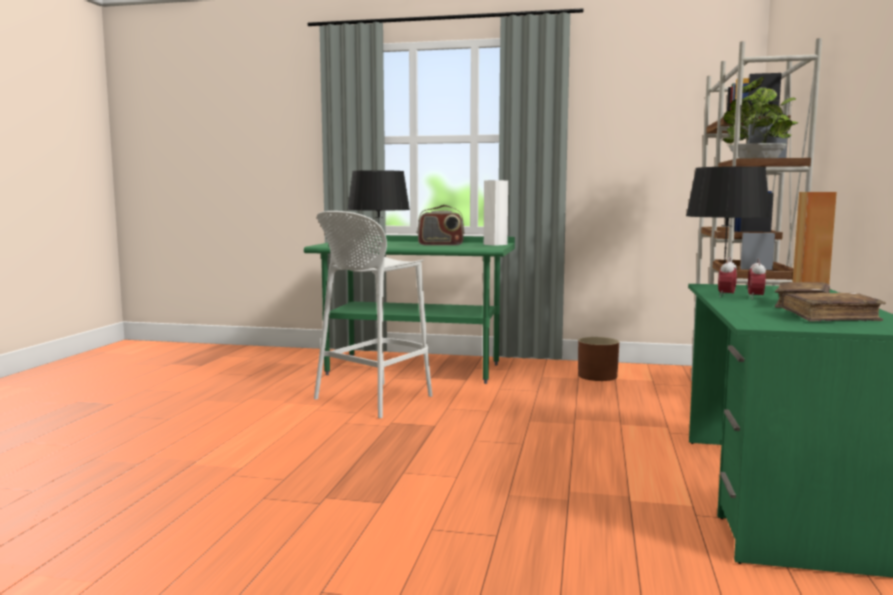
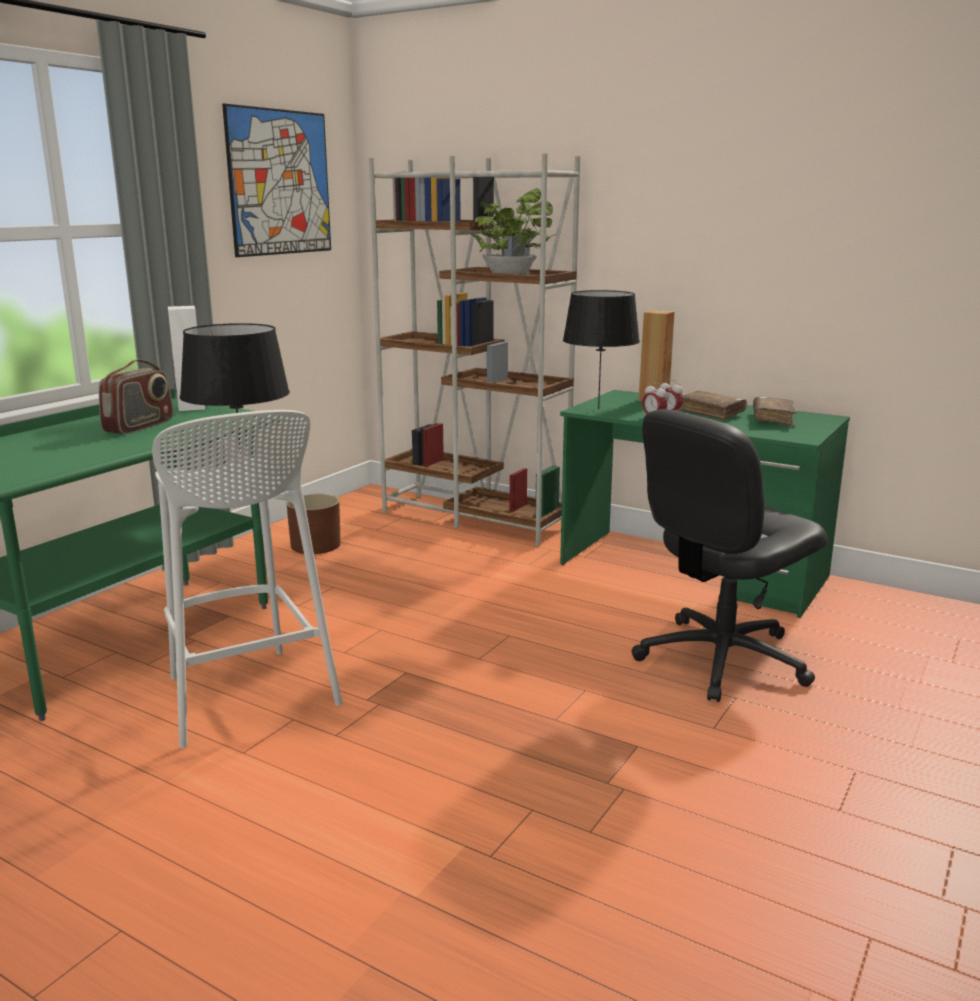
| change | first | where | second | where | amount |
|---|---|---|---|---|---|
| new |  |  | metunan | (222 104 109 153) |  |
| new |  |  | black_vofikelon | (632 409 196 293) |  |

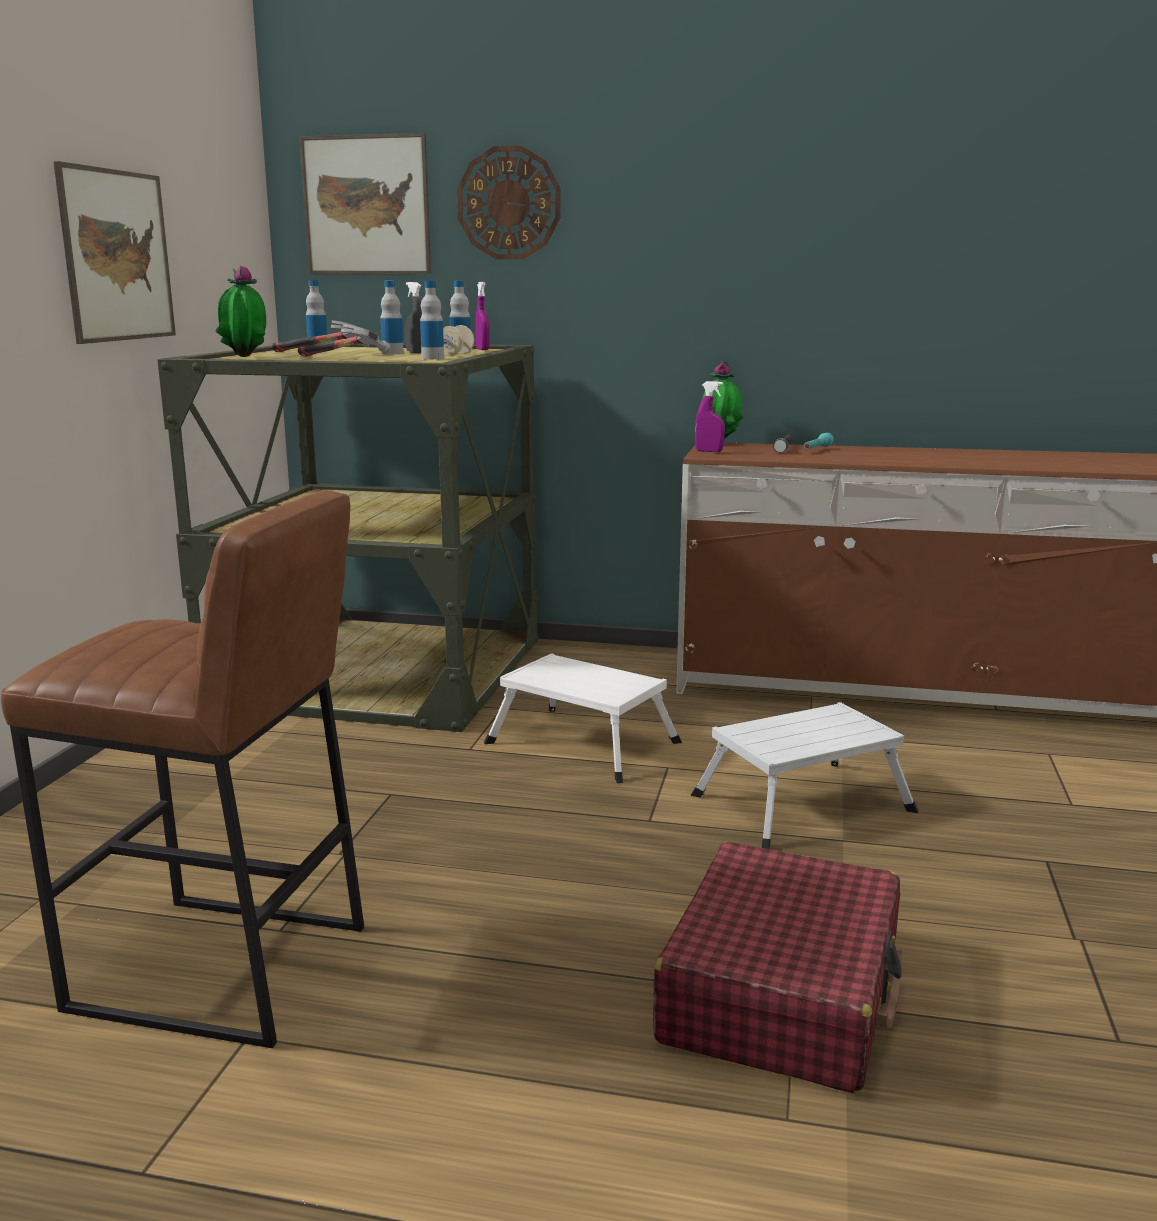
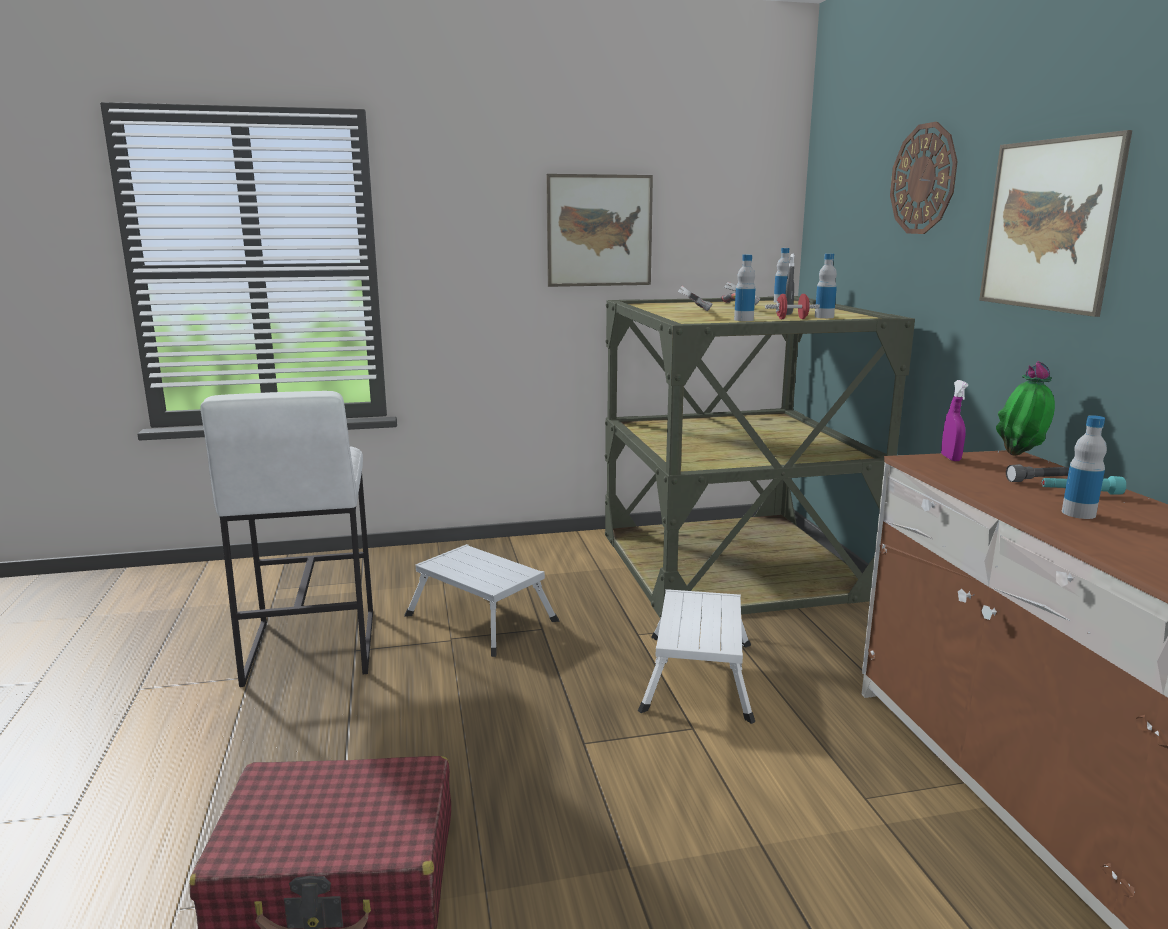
| change | first | where | second | where | amount |
|---|---|---|---|---|---|
| repainted | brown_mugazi | (1 490 363 558) | white_mugazi | (200 391 173 296) |  |
| shifted | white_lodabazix | (690 702 229 147) |  | (404 544 155 113) |  |
| repainted | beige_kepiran | (443 325 31 31) | red_kepiran | (765 294 55 25) |  |
| shifted | metunan | (299 133 132 141) |  | (979 130 153 187) |  |
| shifted | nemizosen | (380 281 24 73) |  | (1062 415 45 104) |  |
| gone | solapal | (215 265 51 92) |  |  |  |
| gone | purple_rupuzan | (475 282 15 68) |  |  |  |

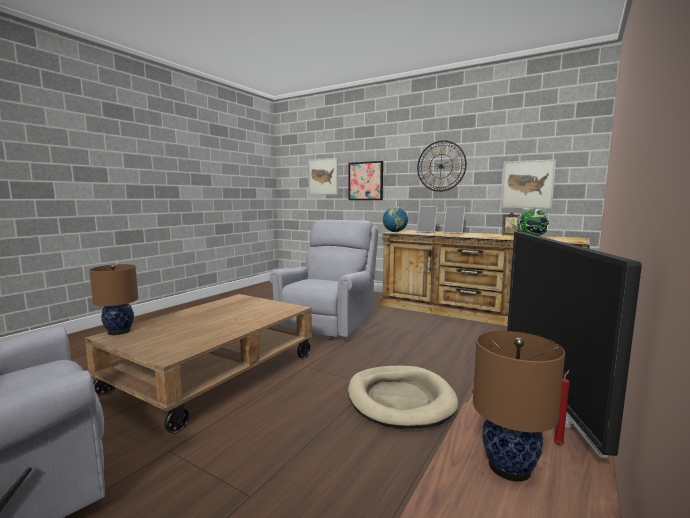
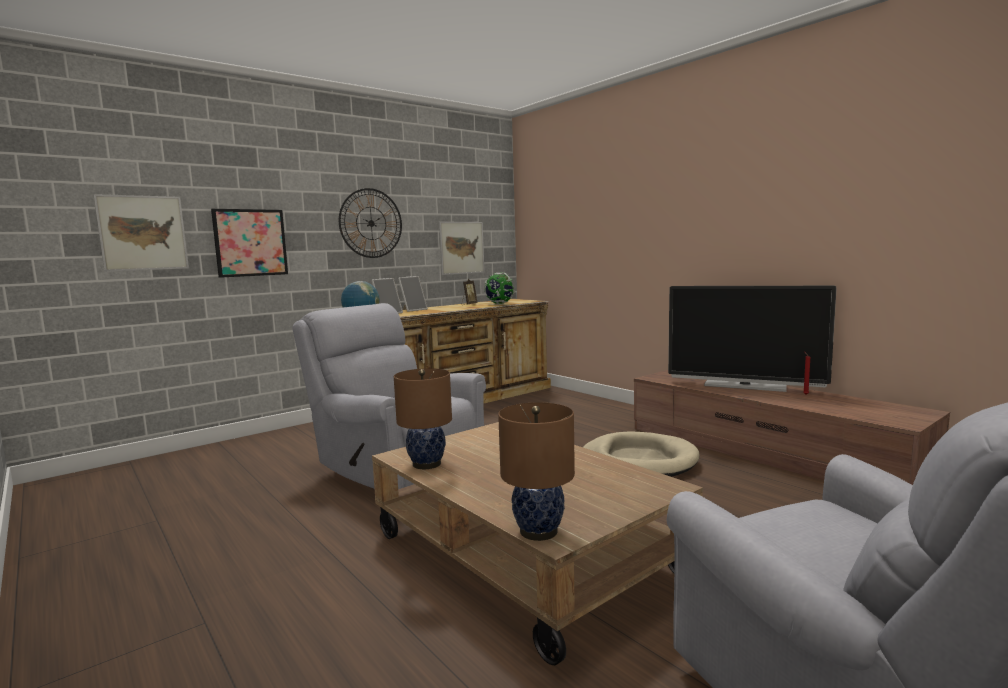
| change | first | where | second | where | amount |
|---|---|---|---|---|---|
| shifted | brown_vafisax | (473 331 92 151) |  | (394 368 58 101) |  |

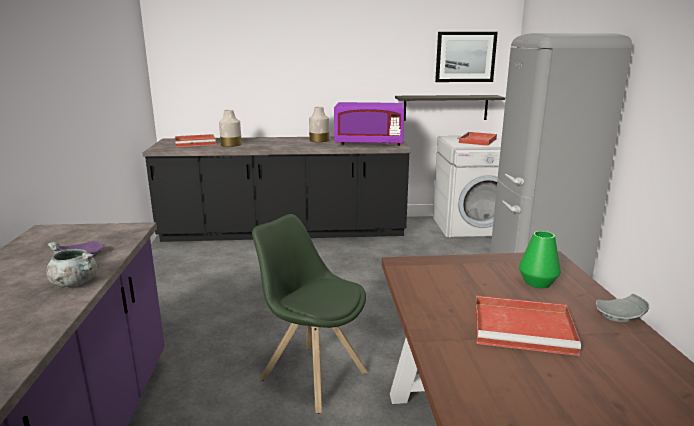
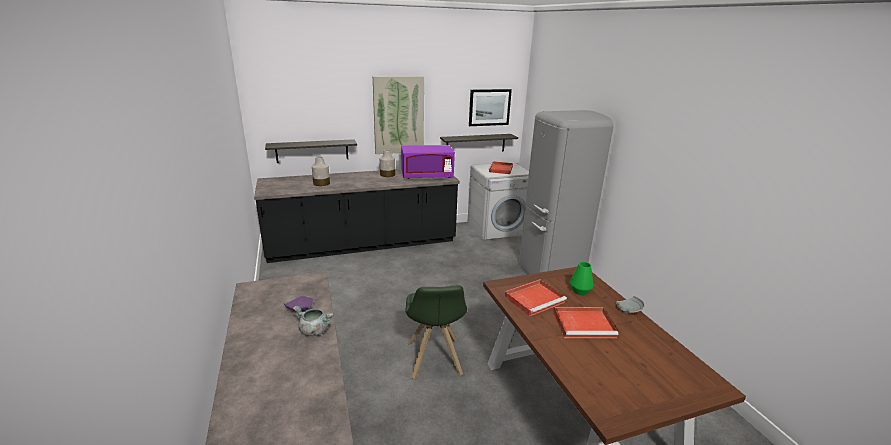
| change | first | where | second | where | amount |
|---|---|---|---|---|---|
| new |  |  | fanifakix | (265 139 92 24) |  |
| new |  |  | metunan | (373 76 51 78) |  |
| rotated | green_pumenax | (252 214 116 200) |  | (405 285 62 94) | 120 degrees counterclockwise |
| shifted | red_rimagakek | (175 134 41 13) |  | (504 279 63 37) |  |

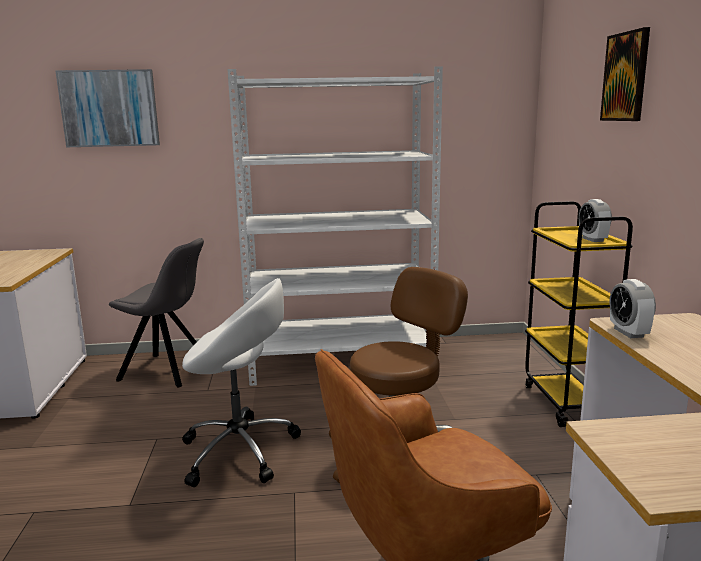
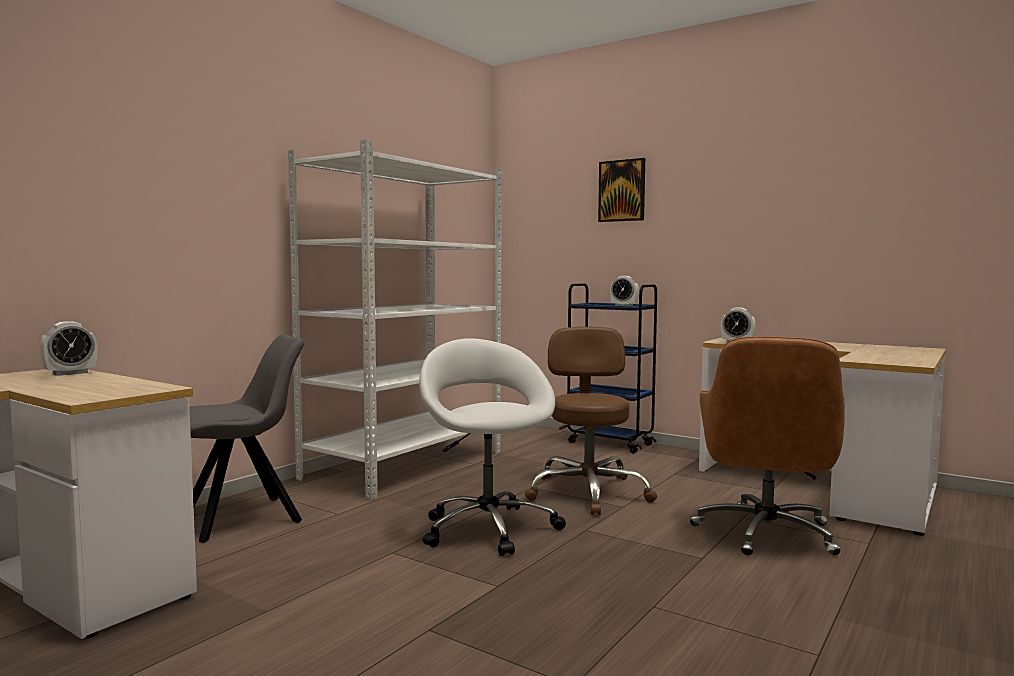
| change | first | where | second | where | amount |
|---|---|---|---|---|---|
| new |  |  | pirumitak | (40 321 57 55) |  |
| rotated | white_vofikelon | (182 278 119 209) |  | (419 338 147 218) | 75 degrees counterclockwise |
| repainted | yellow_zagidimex | (525 201 108 226) | blue_zagidimex | (567 284 90 170) |  |
| gone | metunan | (56 69 104 78) |  |  |  |

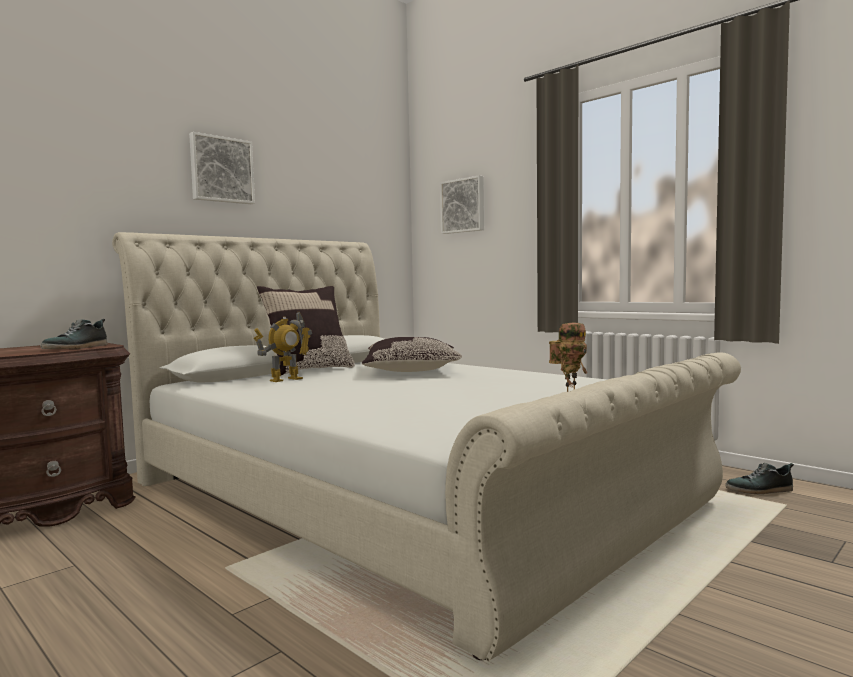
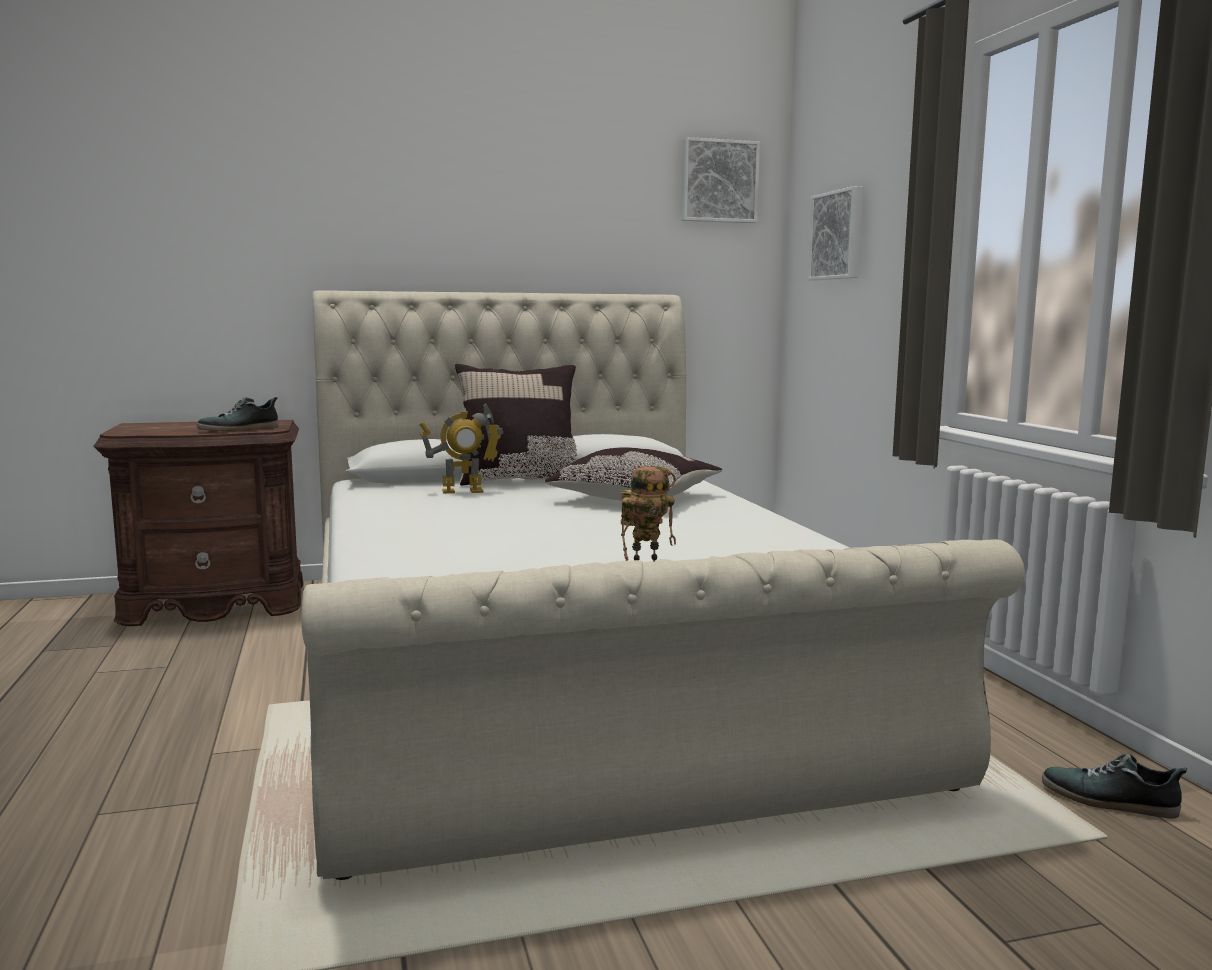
| change | first | where | second | where | amount |
|---|---|---|---|---|---|
| shifted | metunan | (189 132 66 72) |  | (681 137 79 86) |  |

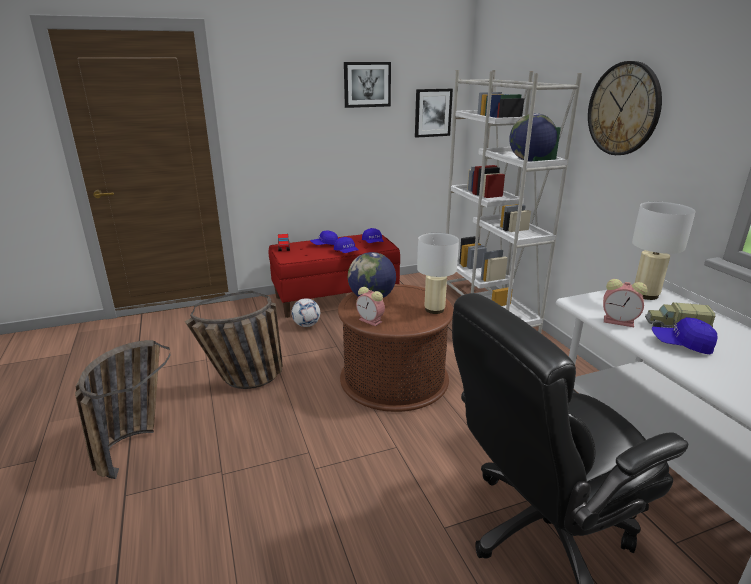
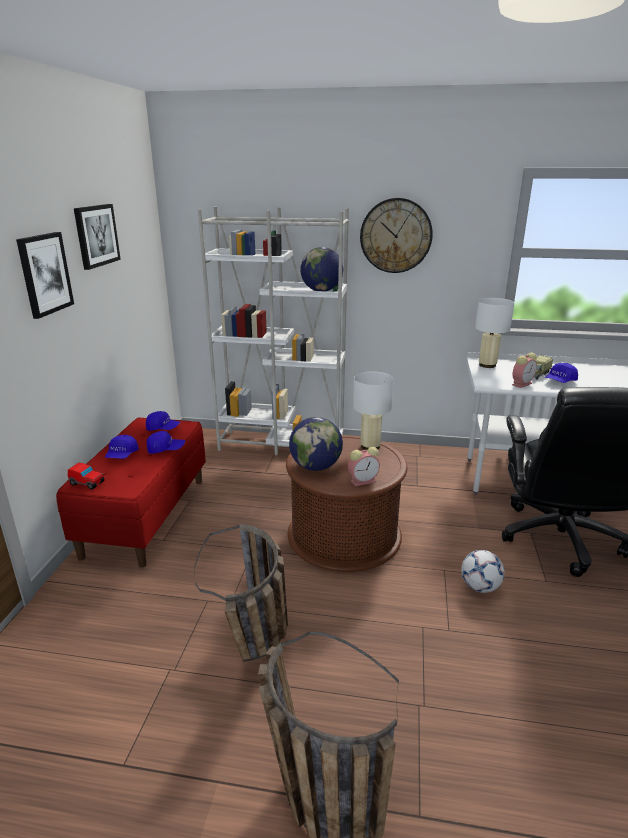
| change | first | where | second | where | amount |
|---|---|---|---|---|---|
| shifted | metunan | (415 89 38 49) |  | (16 232 58 87) |  |
| shifted | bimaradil | (291 298 29 29) |  | (461 550 43 43) |  |

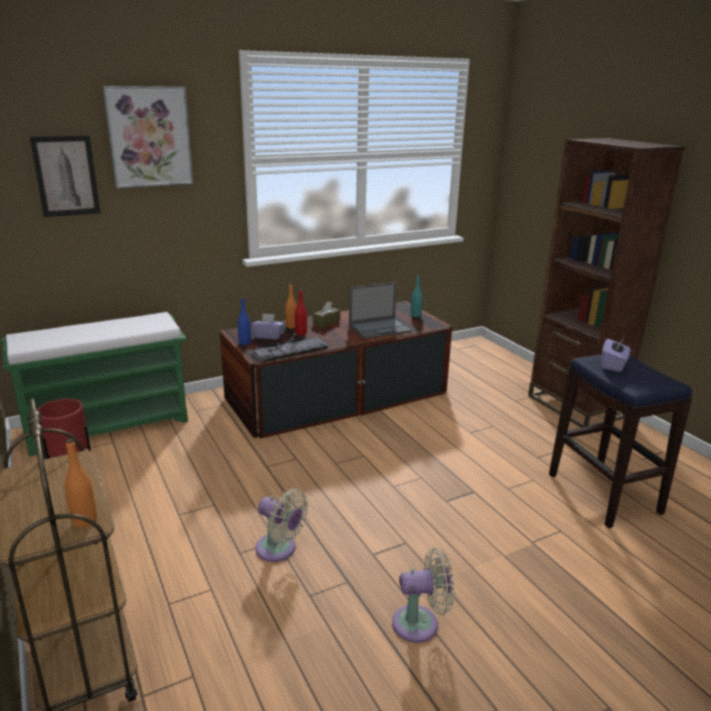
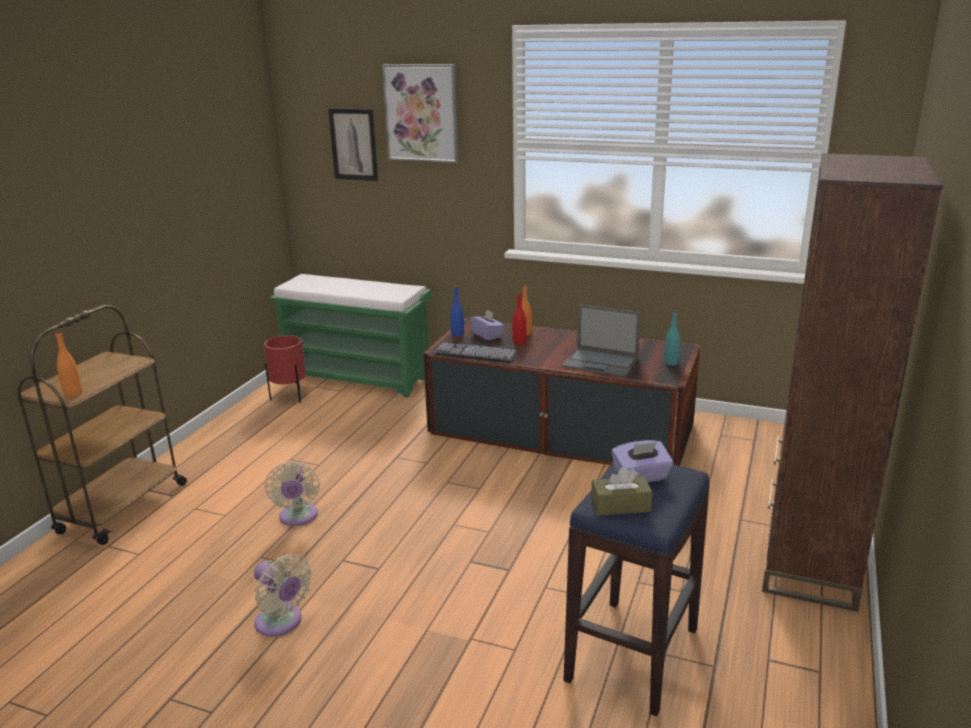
| change | first | where | second | where | amount |
|---|---|---|---|---|---|
| shifted | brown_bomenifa | (313 301 27 27) |  | (591 466 61 50) |  |

